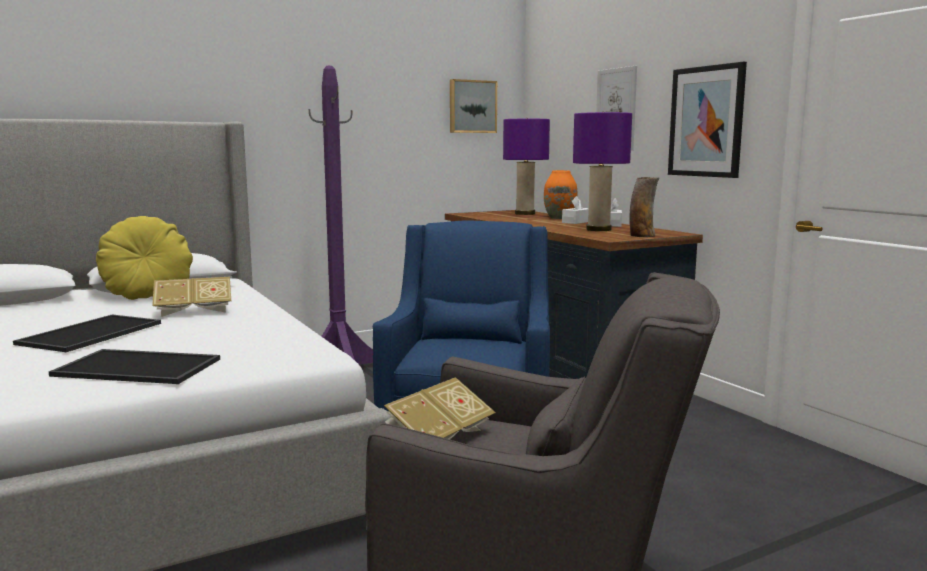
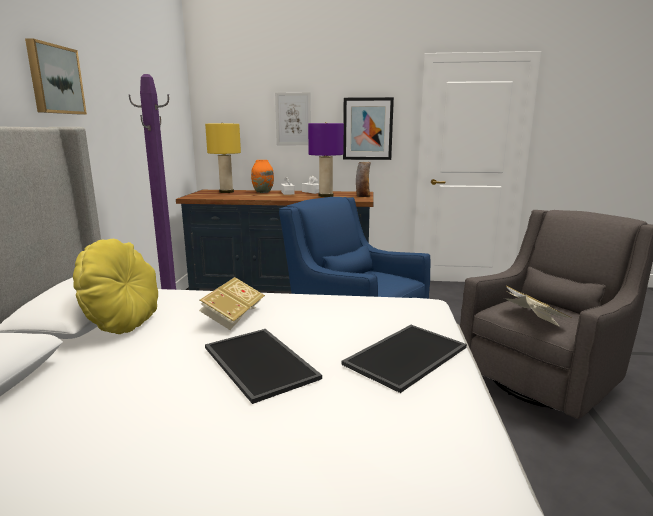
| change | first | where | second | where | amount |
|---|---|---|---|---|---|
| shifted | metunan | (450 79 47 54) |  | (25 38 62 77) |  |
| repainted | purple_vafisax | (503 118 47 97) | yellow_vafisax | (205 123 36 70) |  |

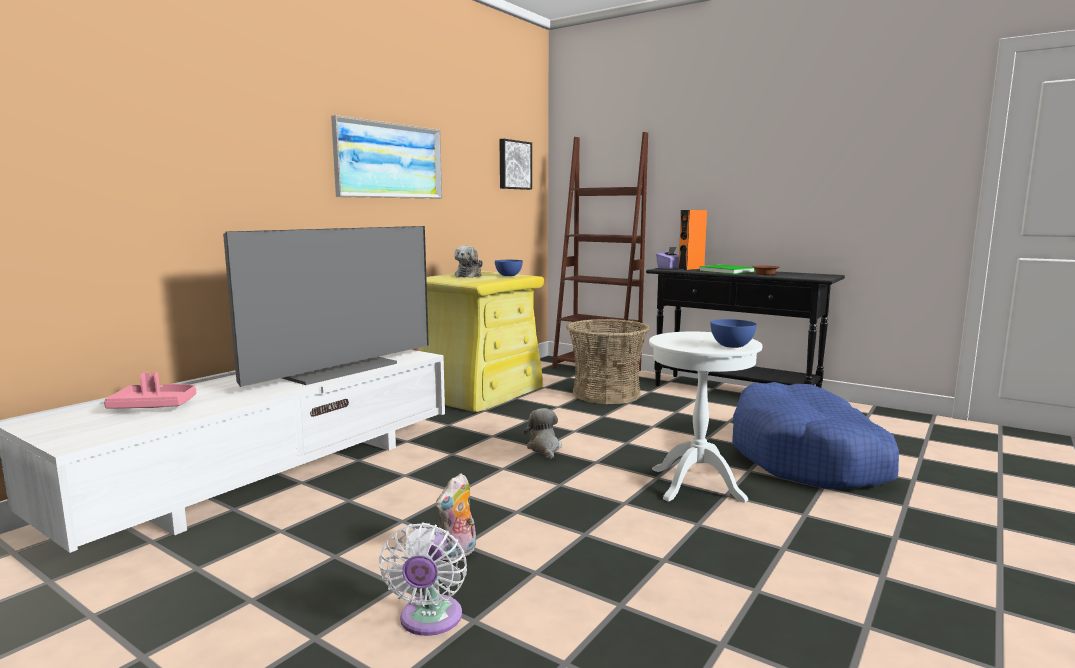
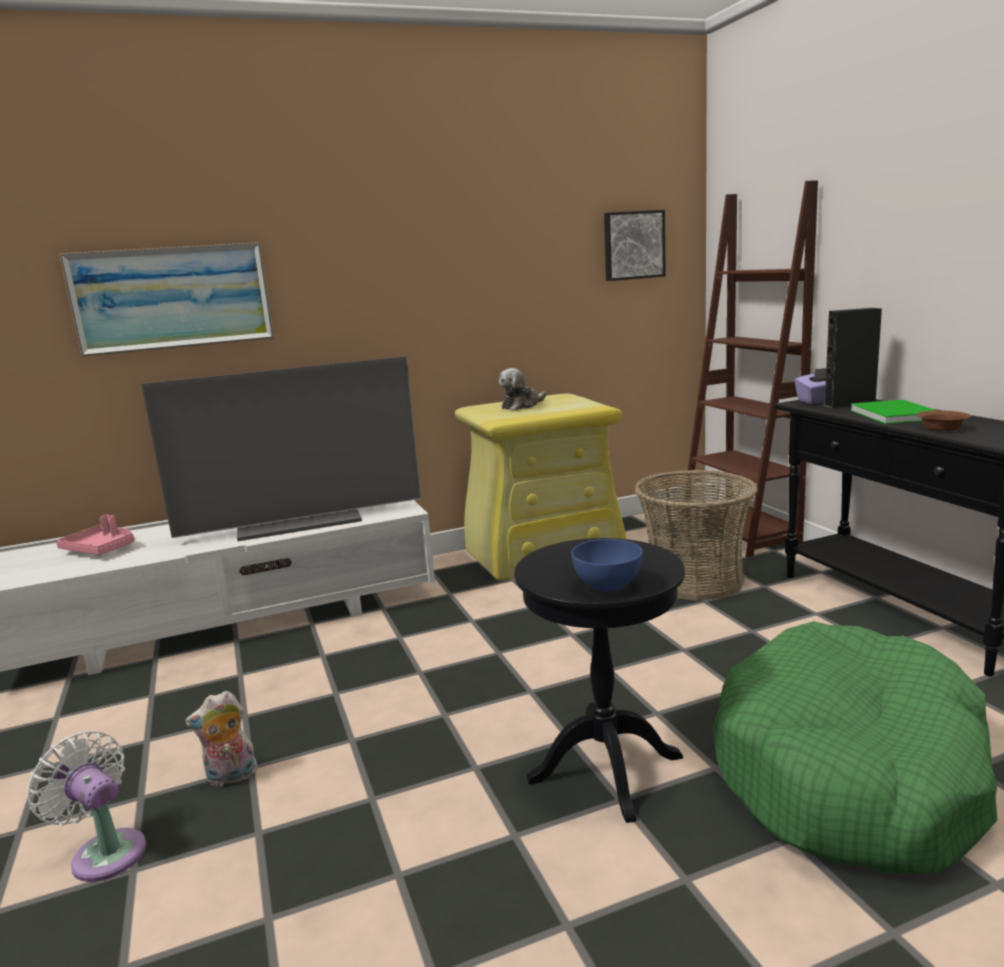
| change | first | where | second | where | amount |
|---|---|---|---|---|---|
| rotated | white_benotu | (379 523 88 113) |  | (27 731 119 151) | 90 degrees clockwise |
| shifted | metunan | (331 115 111 84) |  | (59 242 215 115) |  |
| repainted | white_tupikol | (649 332 113 171) | black_tupikol | (514 538 171 285) |  |
| repainted | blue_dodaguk | (732 382 167 107) | green_dodaguk | (713 621 284 253) |  |
| repainted | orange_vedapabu | (678 210 29 60) | black_vedapabu | (824 308 58 100) |  |
| gone | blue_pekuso | (495 260 28 16) |  |  |  |
| gone | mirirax | (524 408 38 51) |  |  |  |

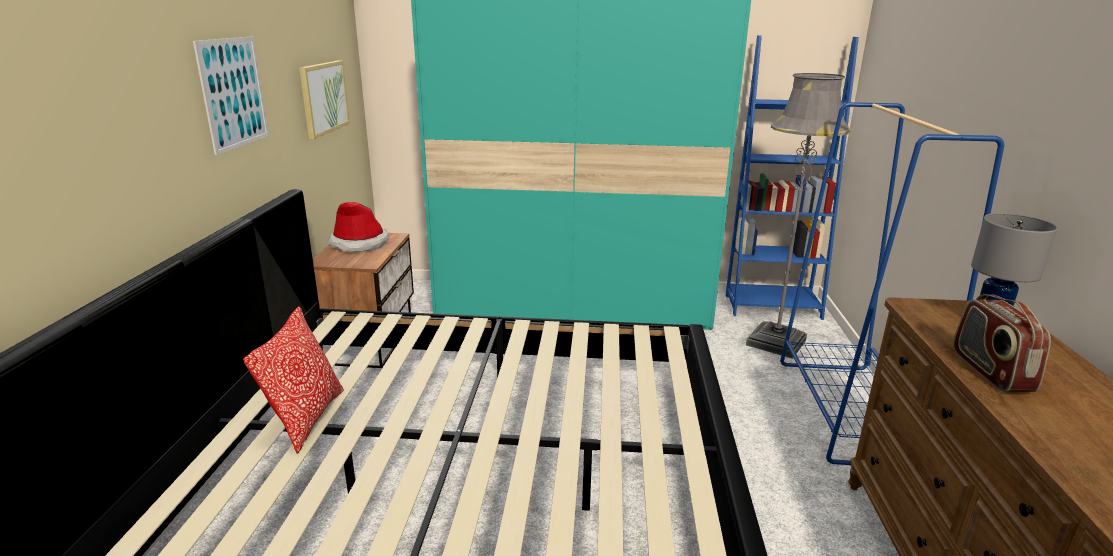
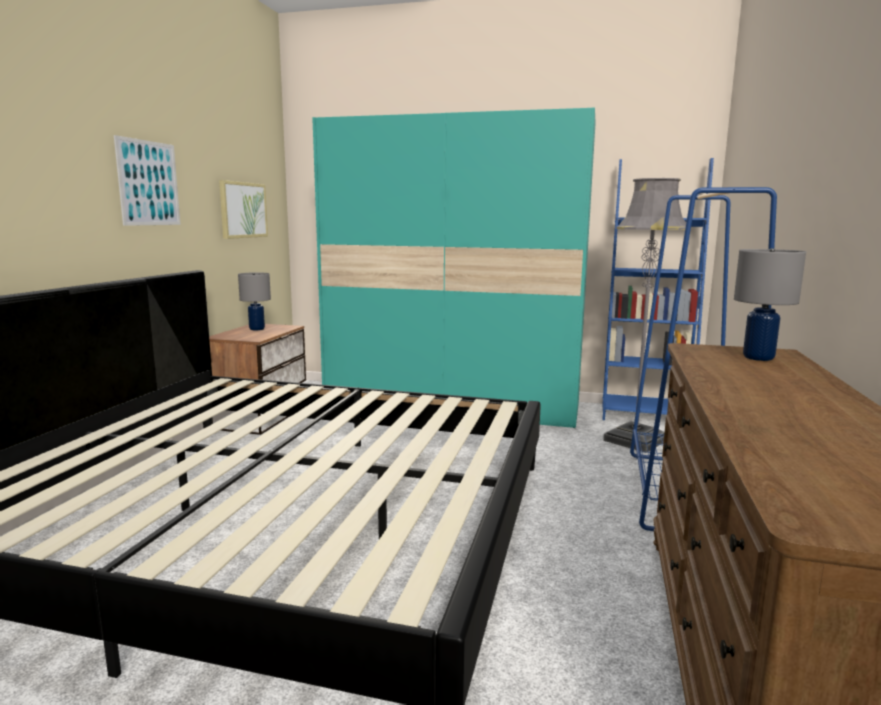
| change | first | where | second | where | amount |
|---|---|---|---|---|---|
| swapped | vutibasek | (328 202 61 50) | grey_vafisax | (238 272 33 58) |  |
| gone | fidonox | (243 306 101 148) |  |  |  |
| gone | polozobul | (953 294 98 98) |  |  |  |

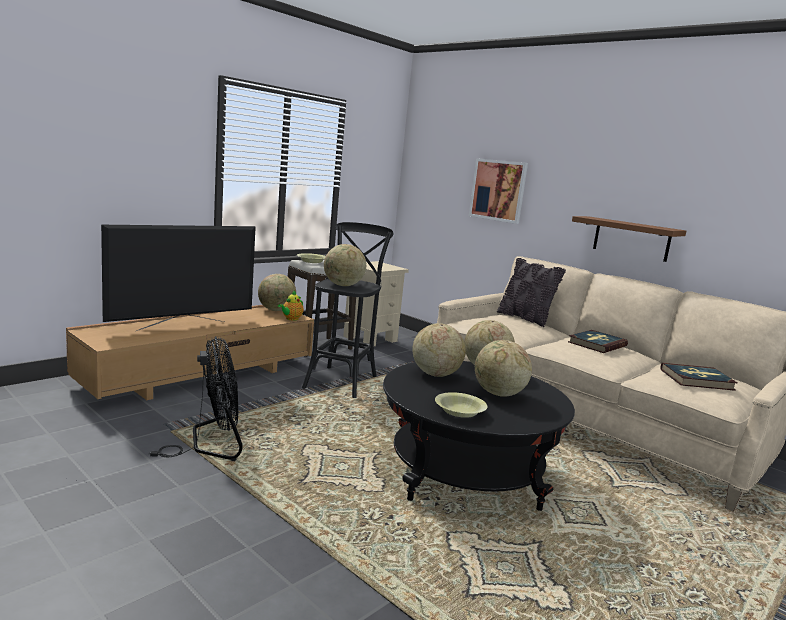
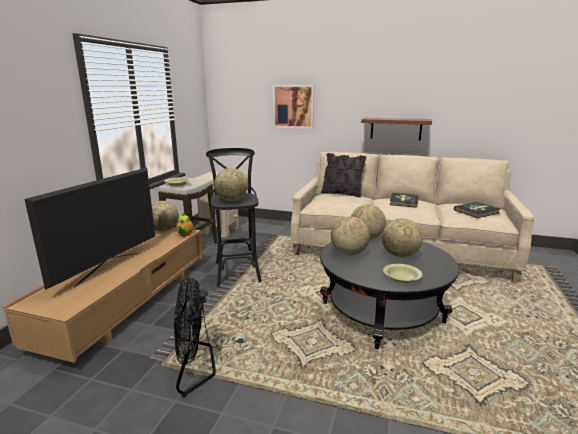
| change | first | where | second | where | amount |
|---|---|---|---|---|---|
| rotated | black_benotu | (148 337 94 124) |  | (174 277 70 120) | 150 degrees counterclockwise |

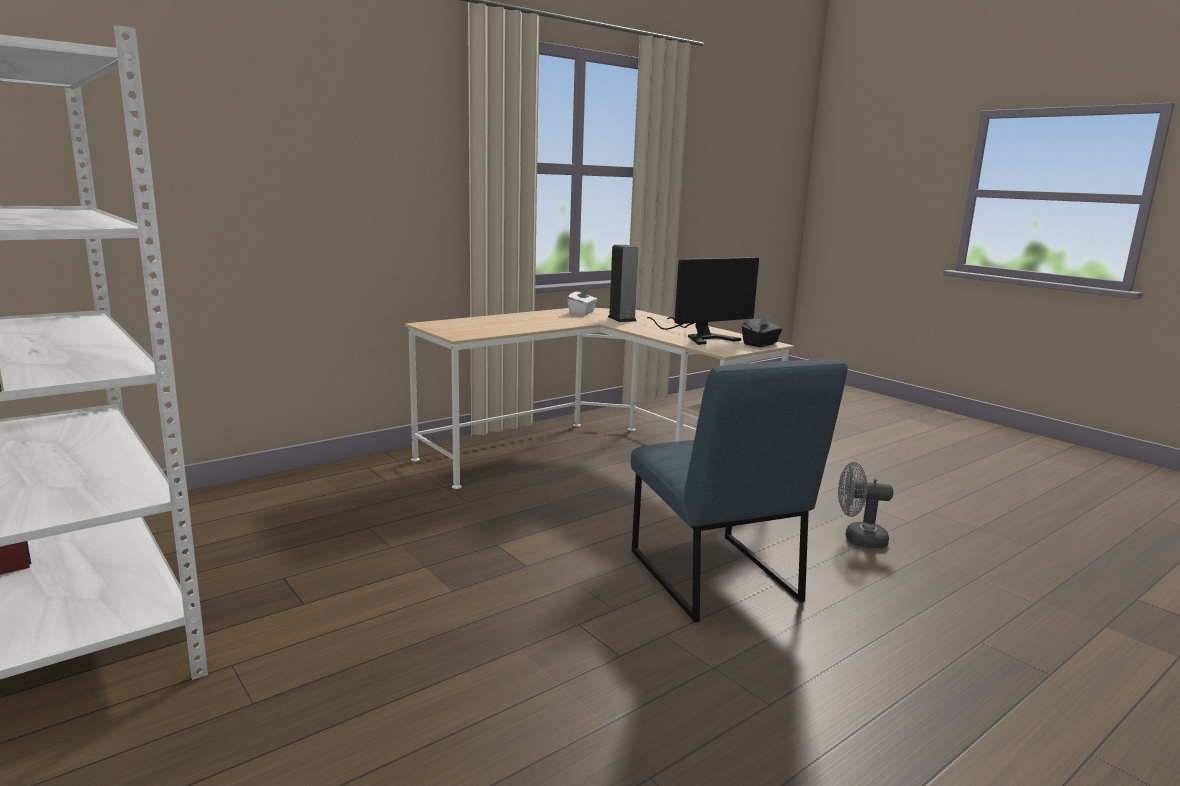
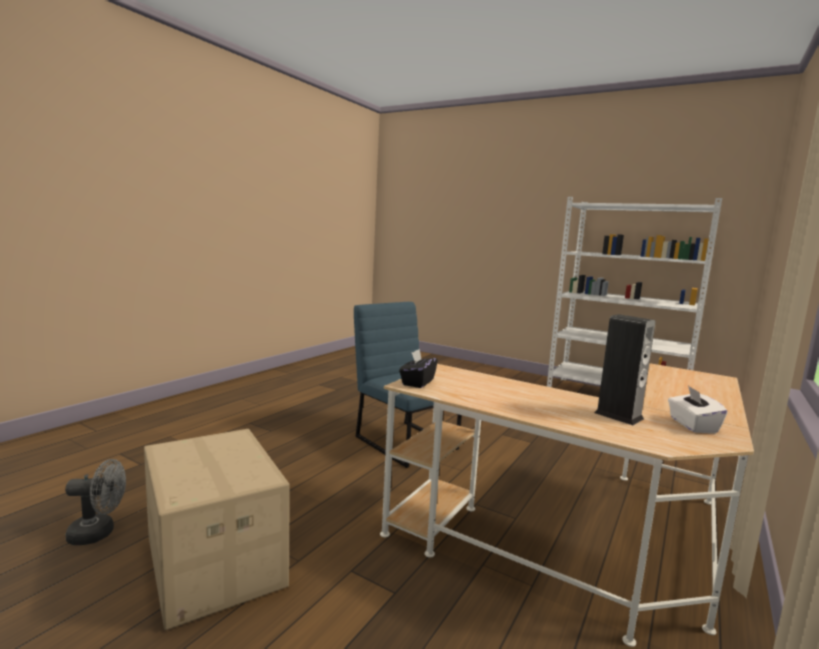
| change | first | where | second | where | amount |
|---|---|---|---|---|---|
| shifted | grey_benotu | (838 462 55 86) |  | (65 459 61 86) |  |
| new |  |  | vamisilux | (144 429 146 201) |  |
| gone | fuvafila | (647 257 112 88) |  |  |  |

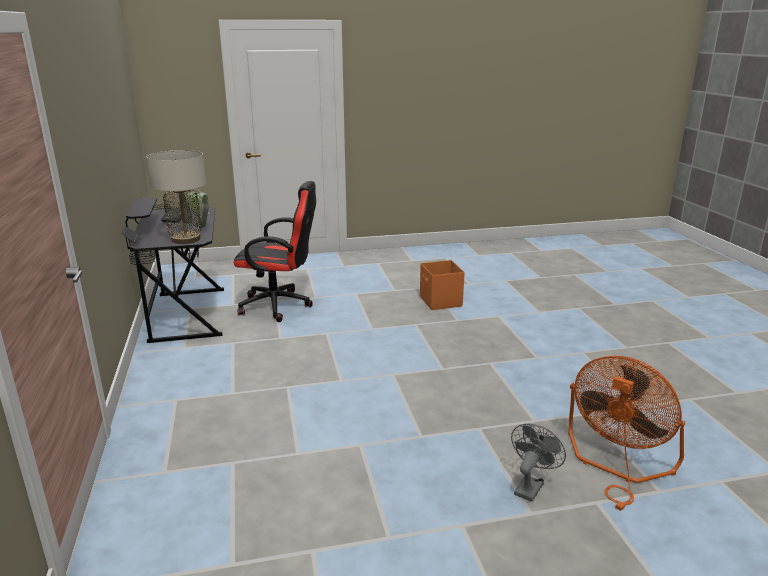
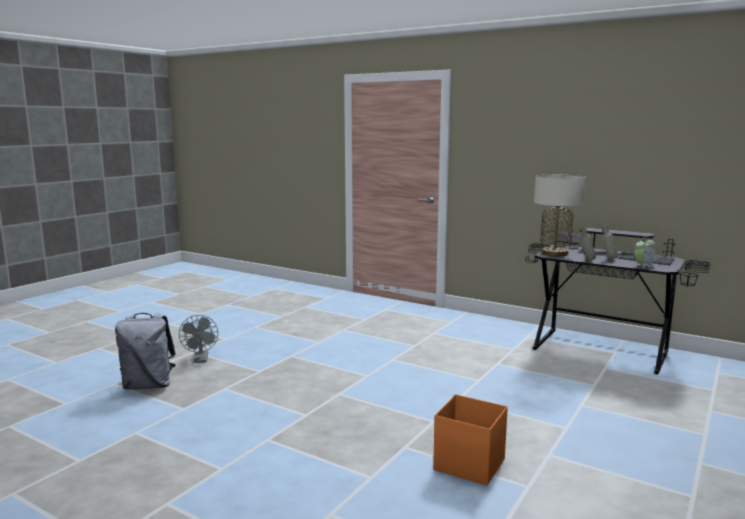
| change | first | where | second | where | amount |
|---|---|---|---|---|---|
| swapped | orange_benotu | (568 356 117 155) | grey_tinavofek | (115 313 61 77) |  |
| gone | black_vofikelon | (234 181 82 141) |  |  |  |

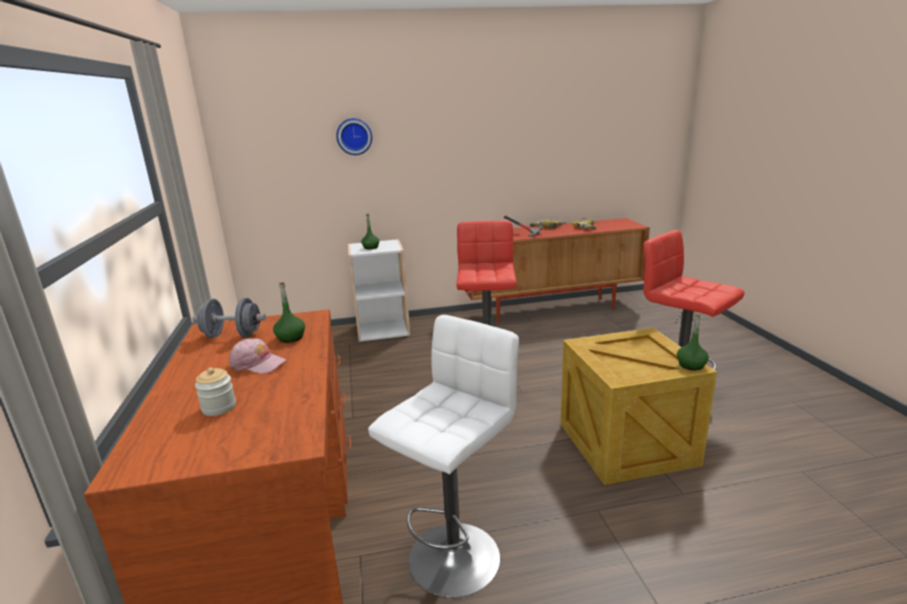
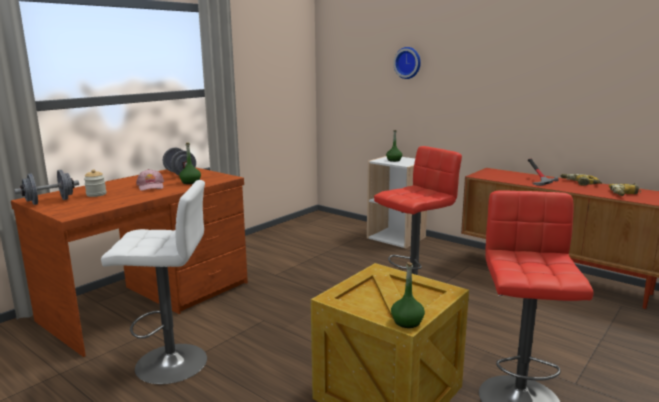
| change | first | where | second | where | amount |
|---|---|---|---|---|---|
| new |  |  | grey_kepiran | (14 170 65 35) |  |

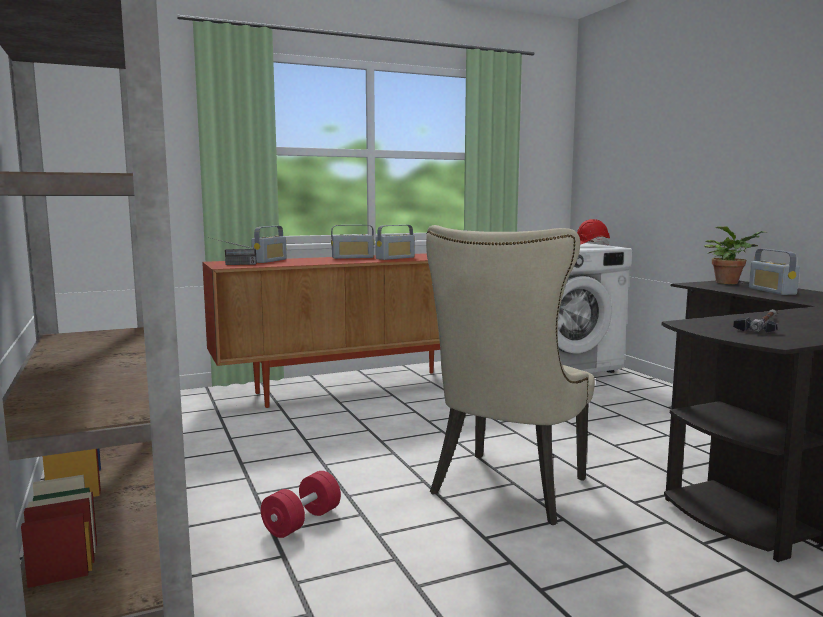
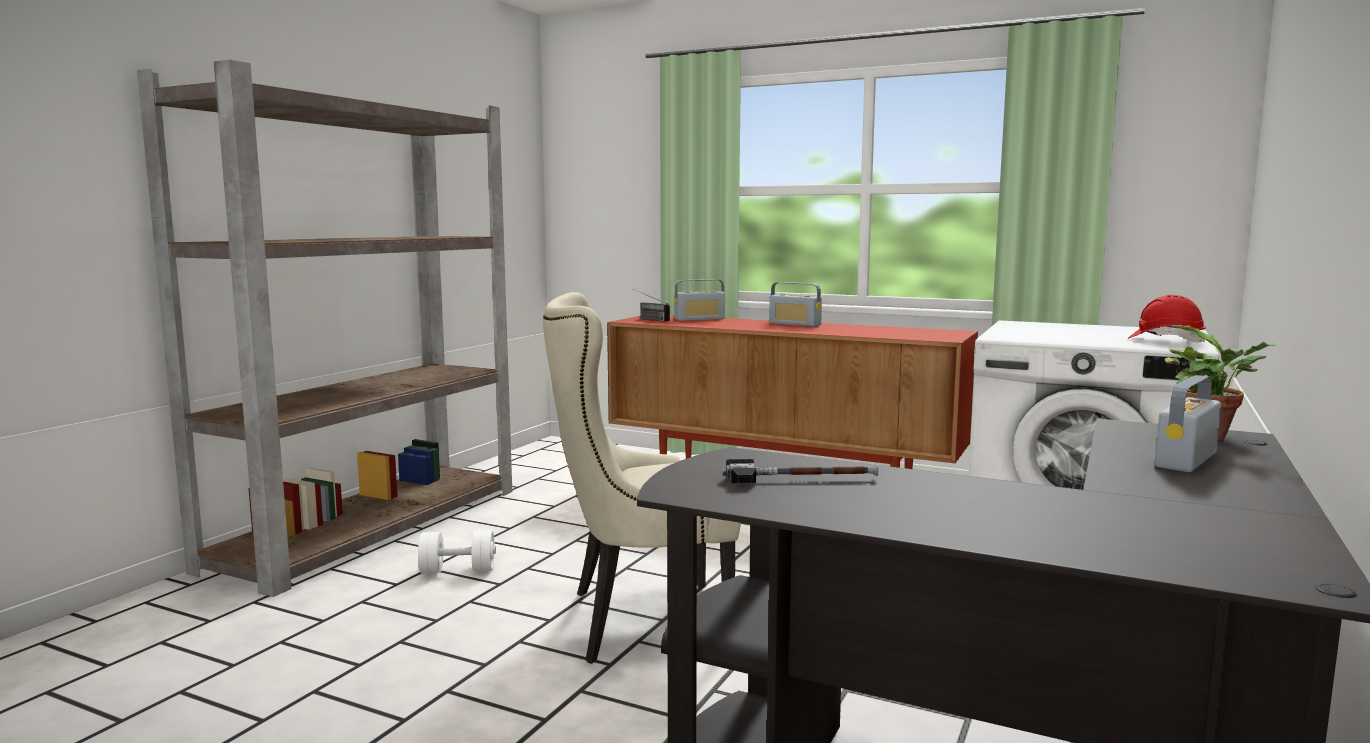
| change | first | where | second | where | amount |
|---|---|---|---|---|---|
| repainted | red_kepiran | (261 471 80 67) | white_kepiran | (418 530 78 43) |  |
| gone | polozobul | (376 225 39 35) |  |  |  |

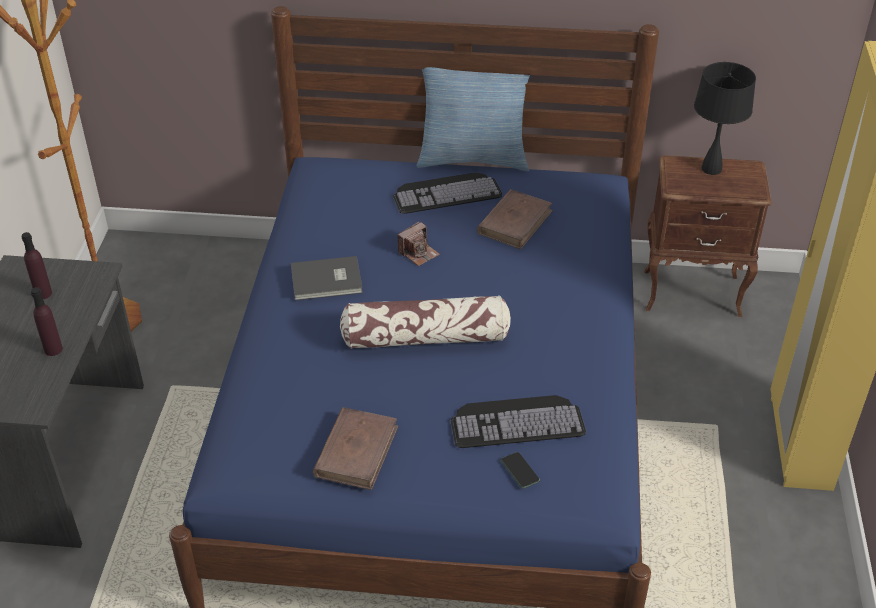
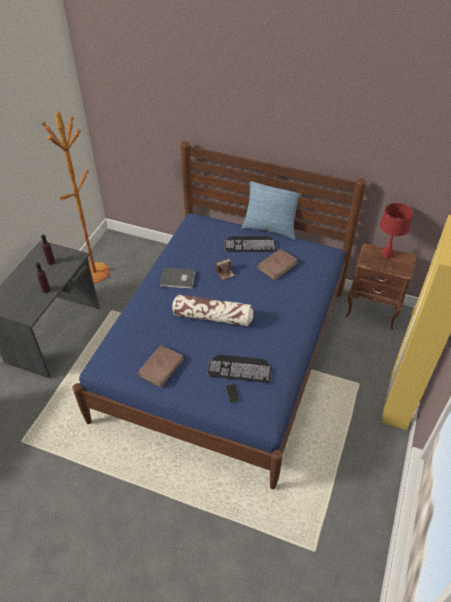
| change | first | where | second | where | amount |
|---|---|---|---|---|---|
| repainted | black_vafisax | (694 62 62 113) | red_vafisax | (380 203 33 55) |  |

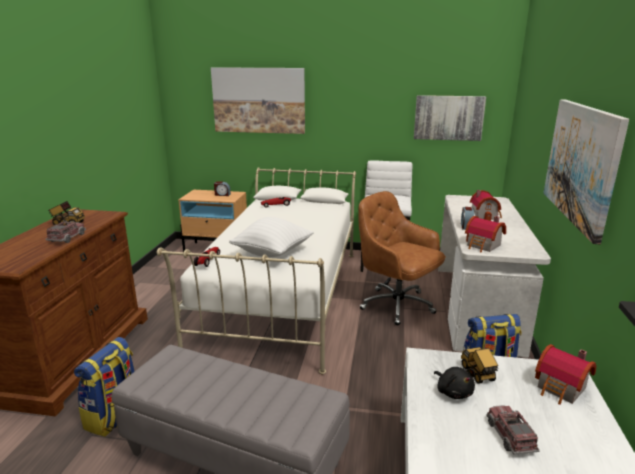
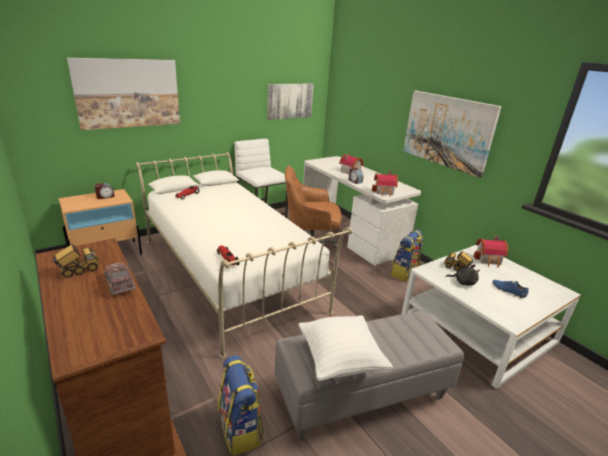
| change | first | where | second | where | amount |
|---|---|---|---|---|---|
| shifted | white_fidonox | (229 217 85 40) |  | (298 315 95 66) |  |
| swapped | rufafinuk | (486 405 54 50) | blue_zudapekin | (492 280 36 18) |  |

